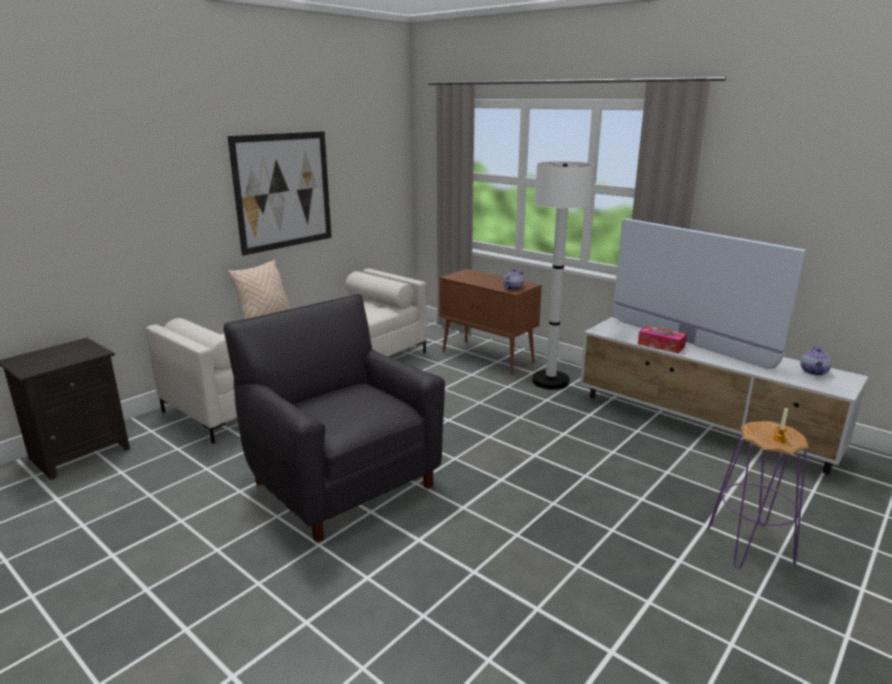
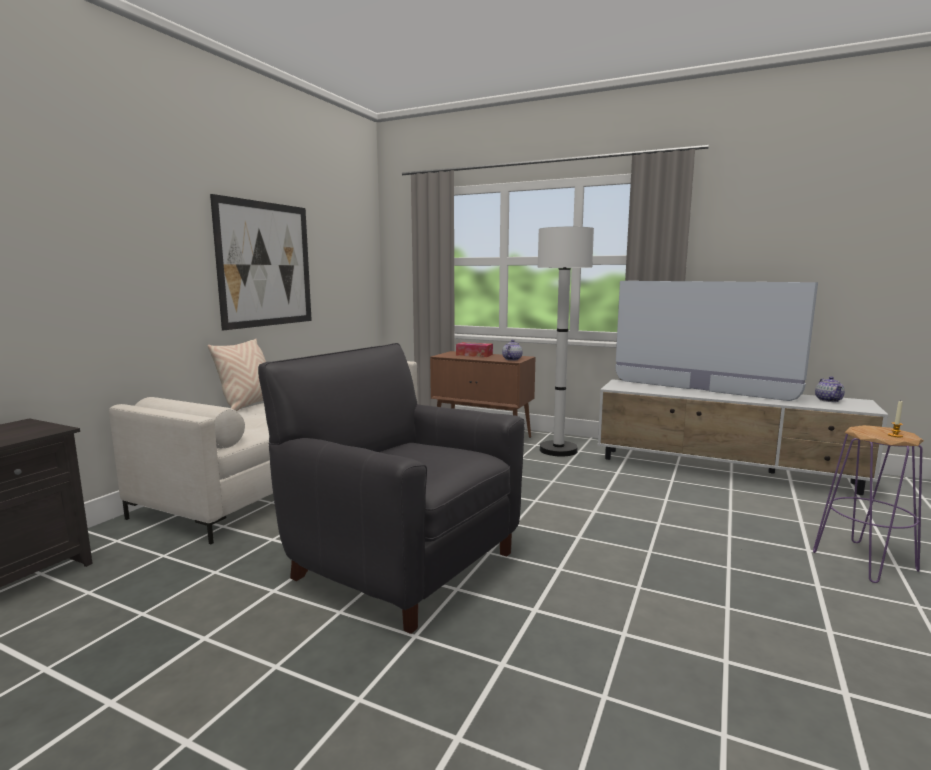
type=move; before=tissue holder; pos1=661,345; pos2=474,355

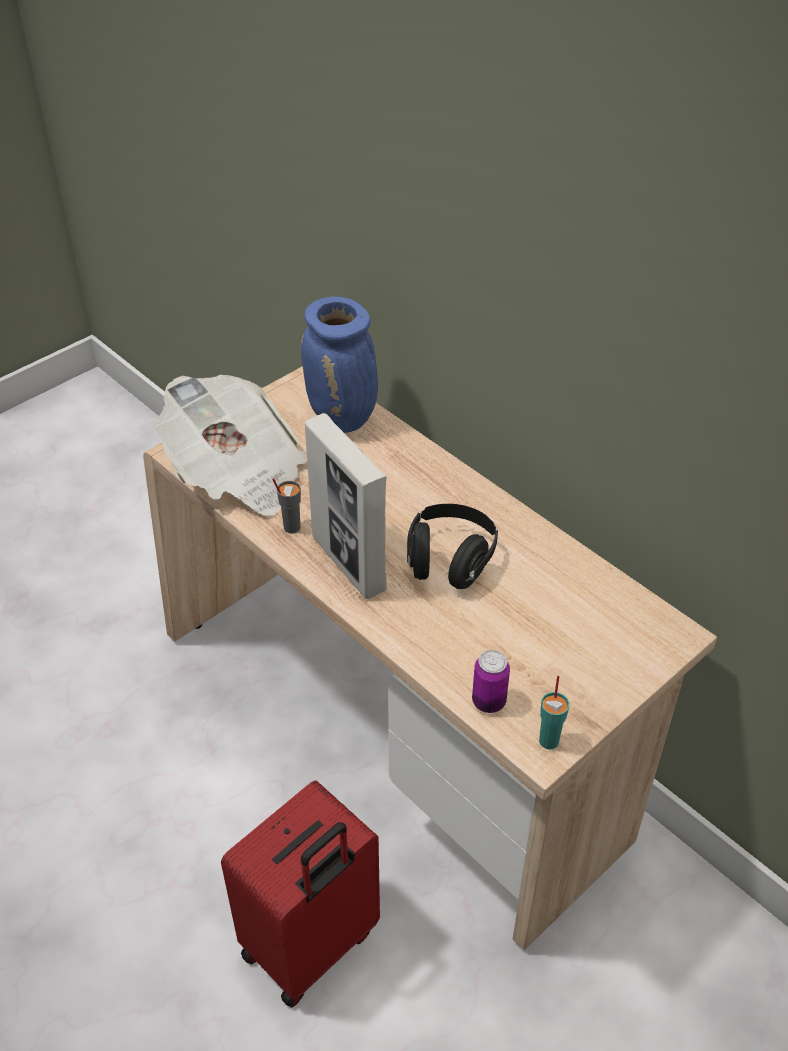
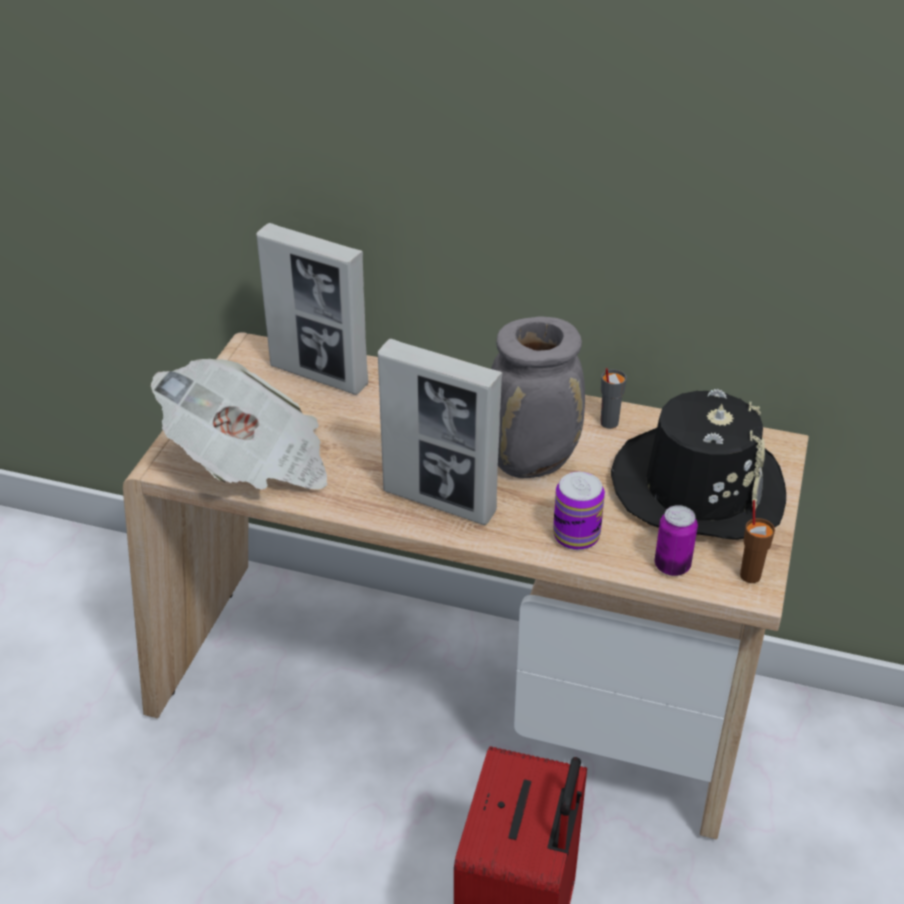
type=move; before=grey drinking cup; pos1=291,527; pos2=608,423
type=replace; before=blue flower vase; after=photo frame; pos1=343,419; pos2=319,375
type=replace; before=black-coloured headphones; after=grey flower vase; pos1=449,561; pos2=532,462
type=recolor; before=turquoise drinking cup; after=brownish drinking cup; pos1=549,740; pos2=750,575
type=insert; after=can; pos2=576,535
type=insert; after=black-coloured wearable hat; pos2=698,487

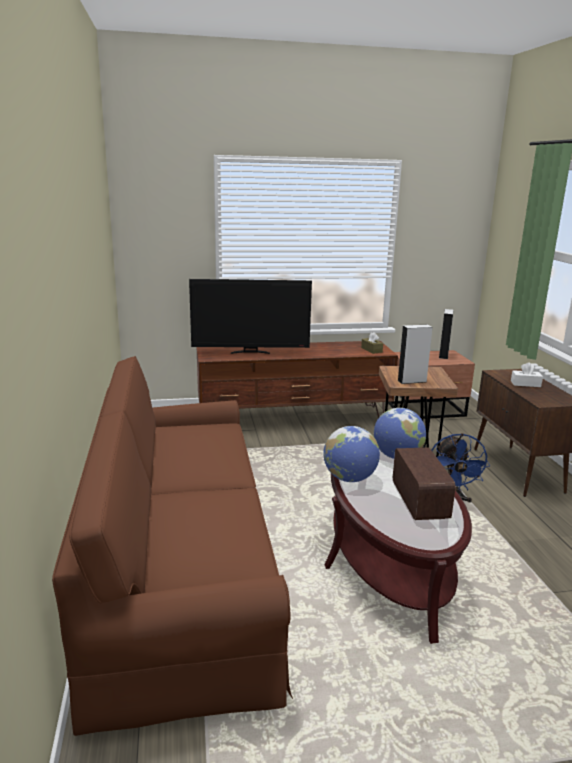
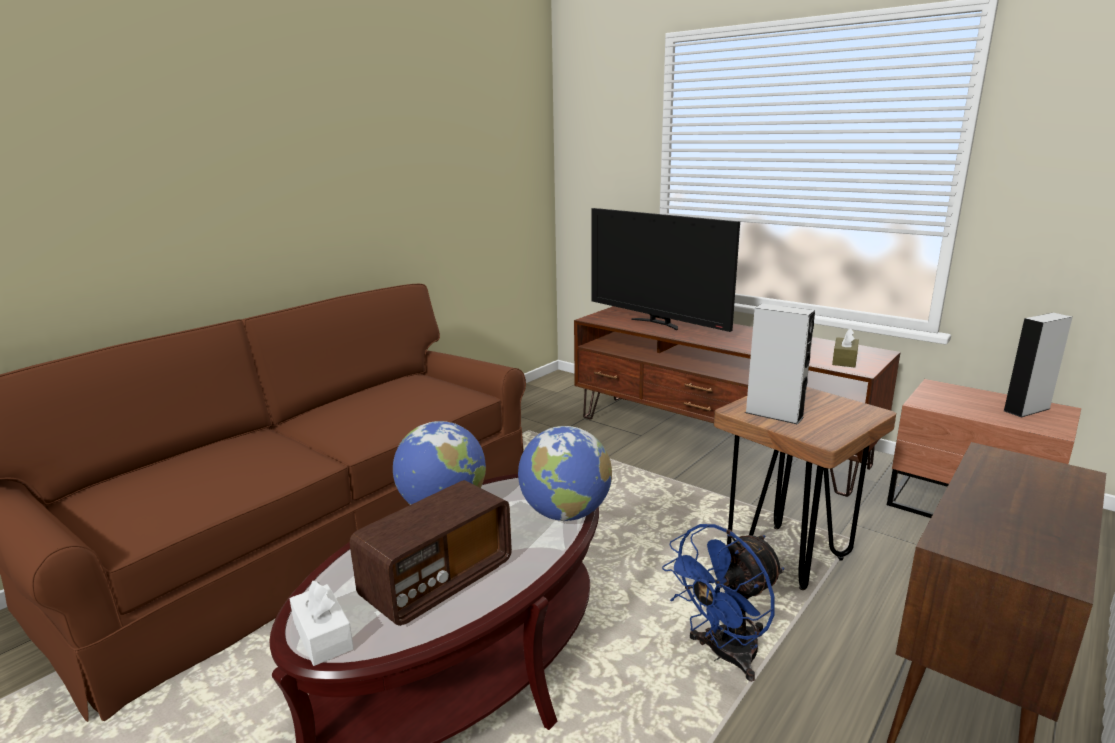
type=move; before=whitish tissue holder; pos1=525,384; pos2=323,636

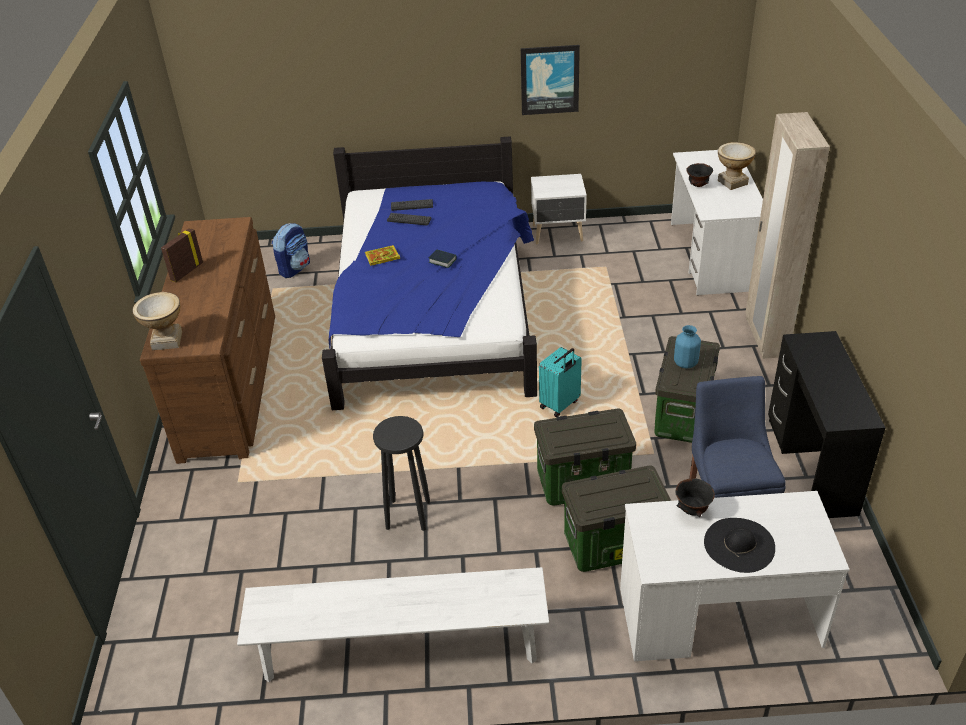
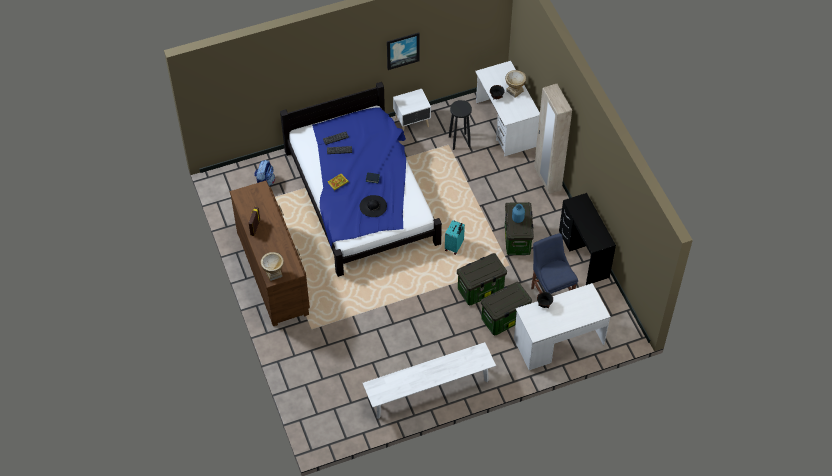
type=move; before=black-coloured stool; pos1=408,514; pos2=459,141
type=move; before=black-coloured wearable hat; pos1=739,544; pos2=373,206

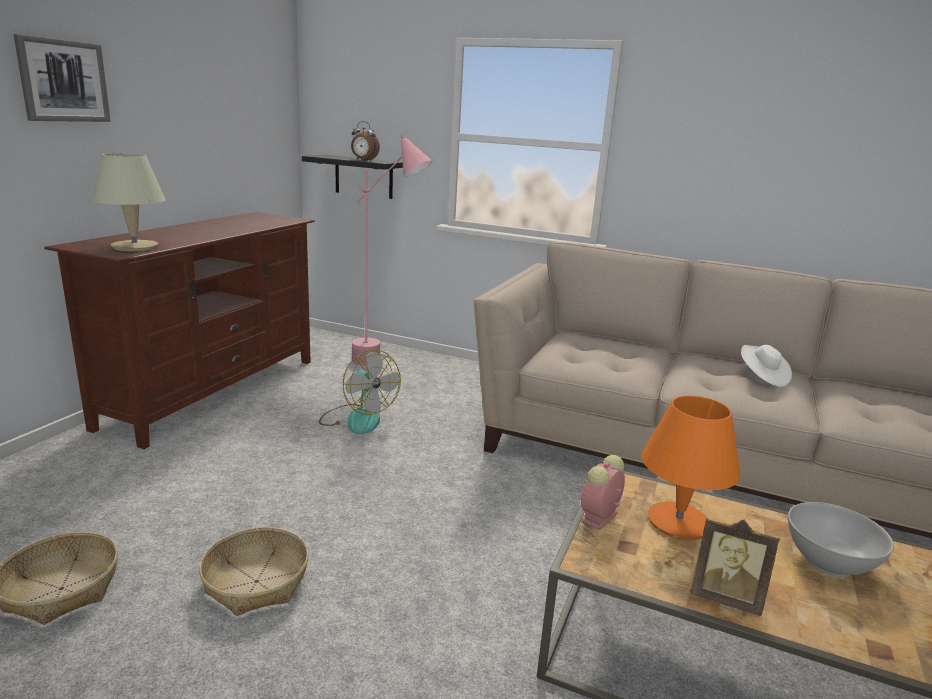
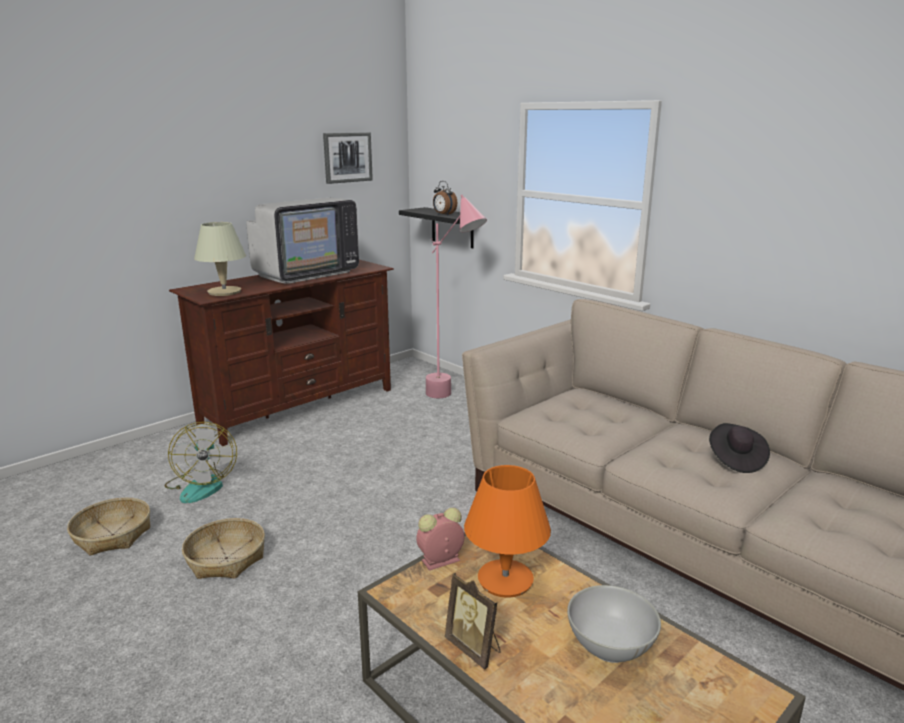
type=move; before=wall art; pos1=63,81; pos2=347,157
type=move; before=electric fan; pos1=357,418; pos2=202,485
type=recolor; before=whitish wearable hat; after=black-coloured wearable hat; pos1=762,377; pos2=735,459
type=insert; after=TV; pos2=306,273

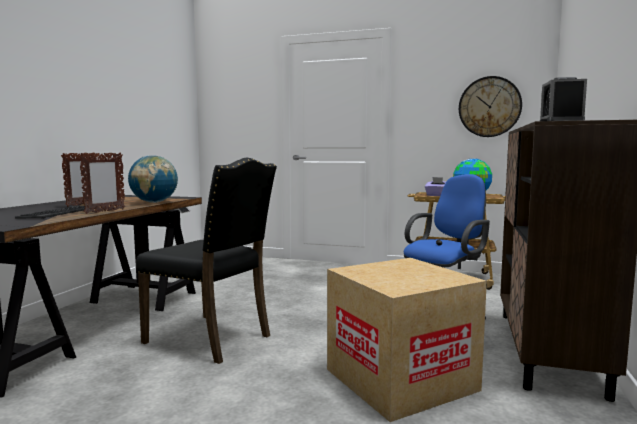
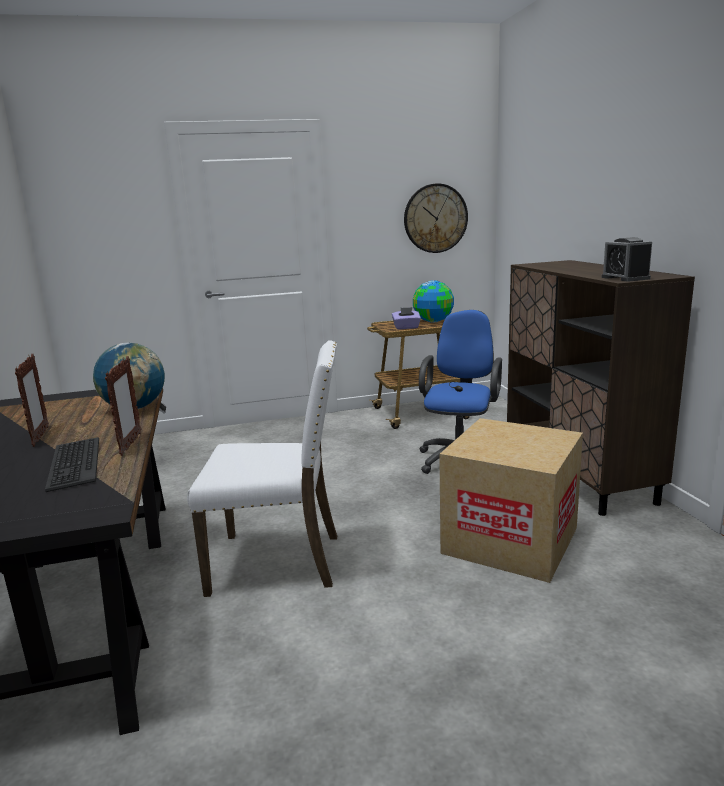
type=recolor; before=black-coloured upright chair; after=whitish upright chair; pos1=211,339; pos2=279,561

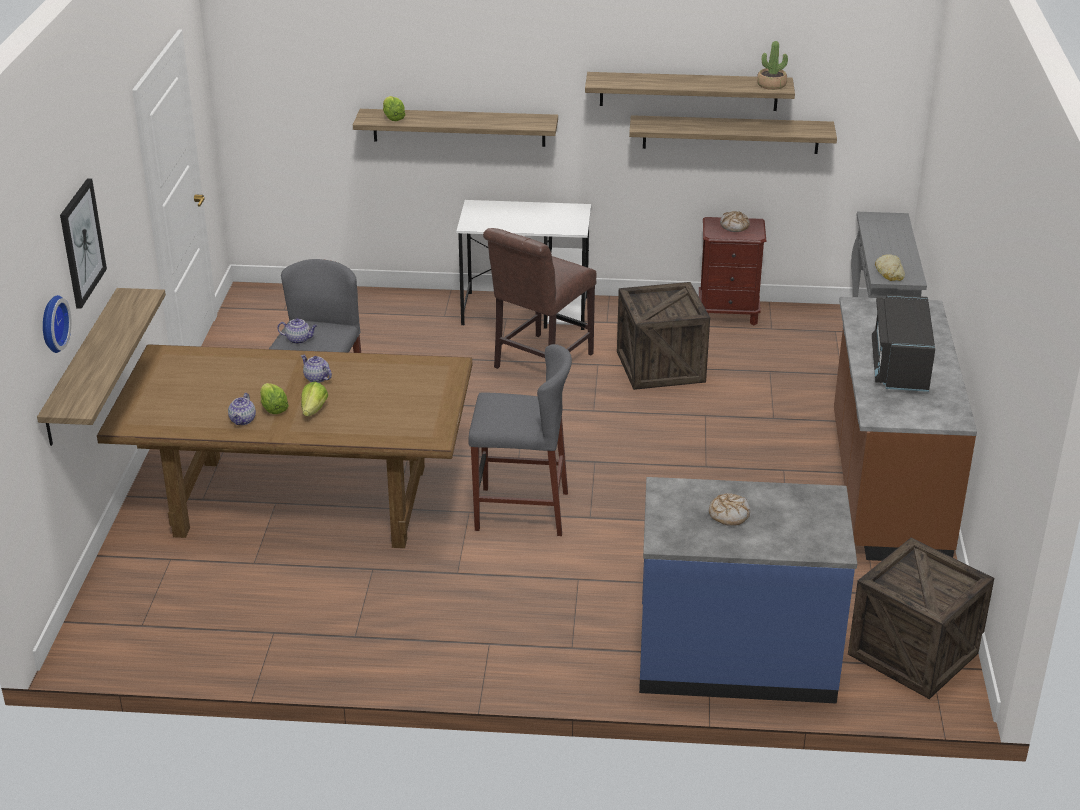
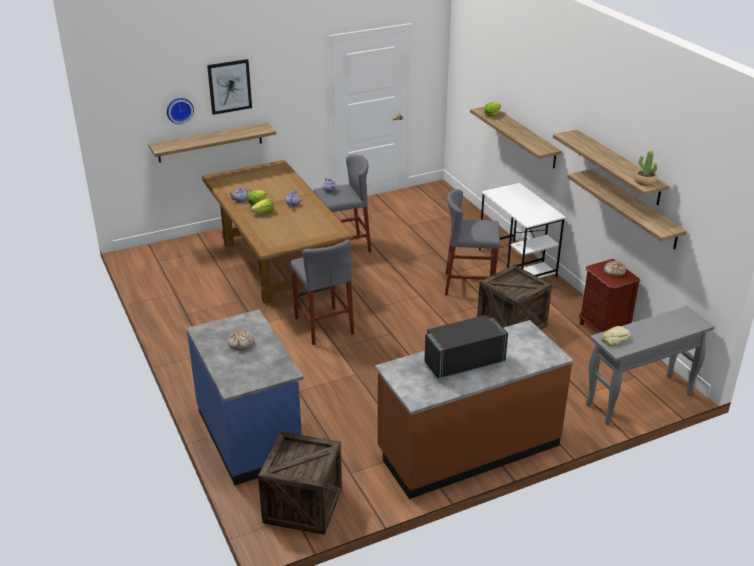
type=replace; before=brownish upright chair; after=grey stool; pos1=539,363; pos2=469,285

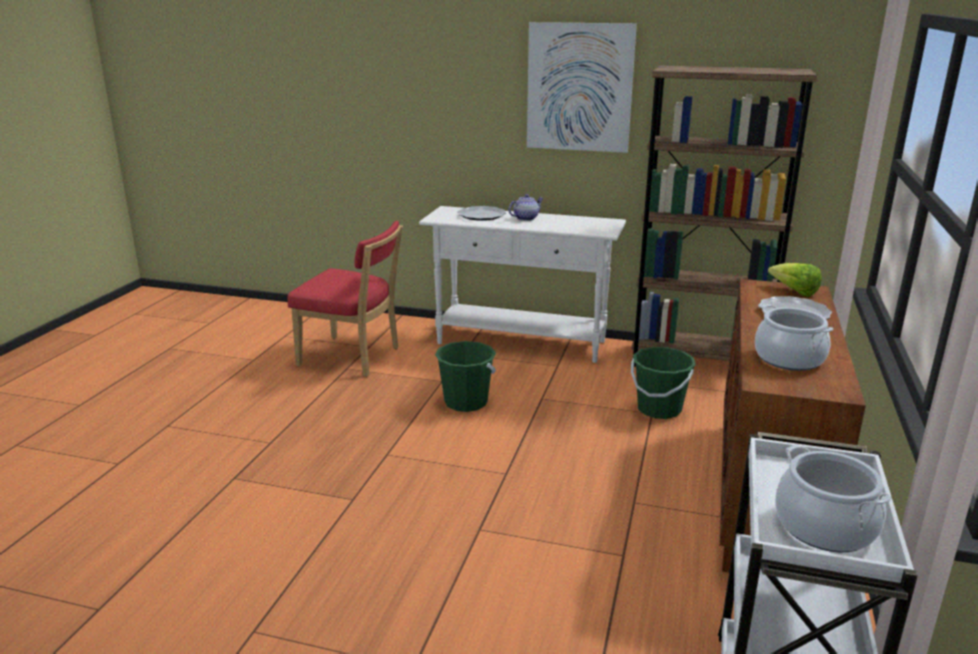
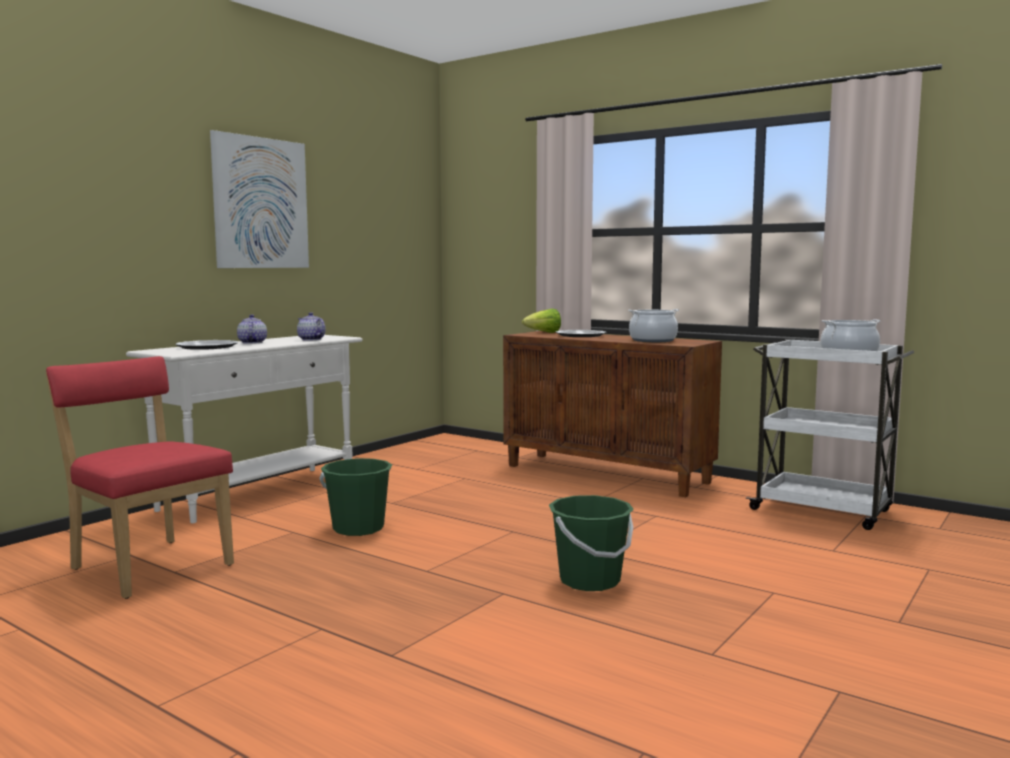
type=rotate; before=reddish upright chair; pos1=353,358; pos2=148,565; turn=-90
type=move; before=green water bucket; pos1=659,409; pos2=589,580
type=delete; before=brownish bookcase; pos1=699,361
type=insert; after=teapot; pos2=311,339

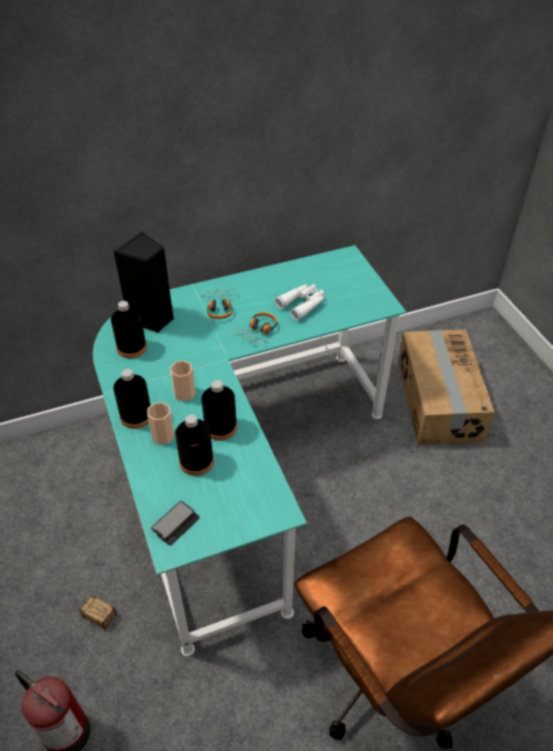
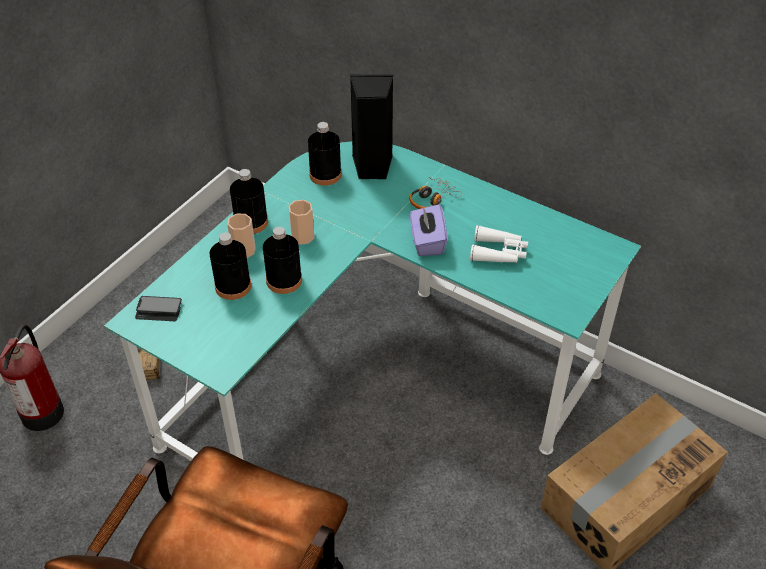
type=replace; before=headphones; after=purple tissue holder; pos1=258,332; pos2=427,242

